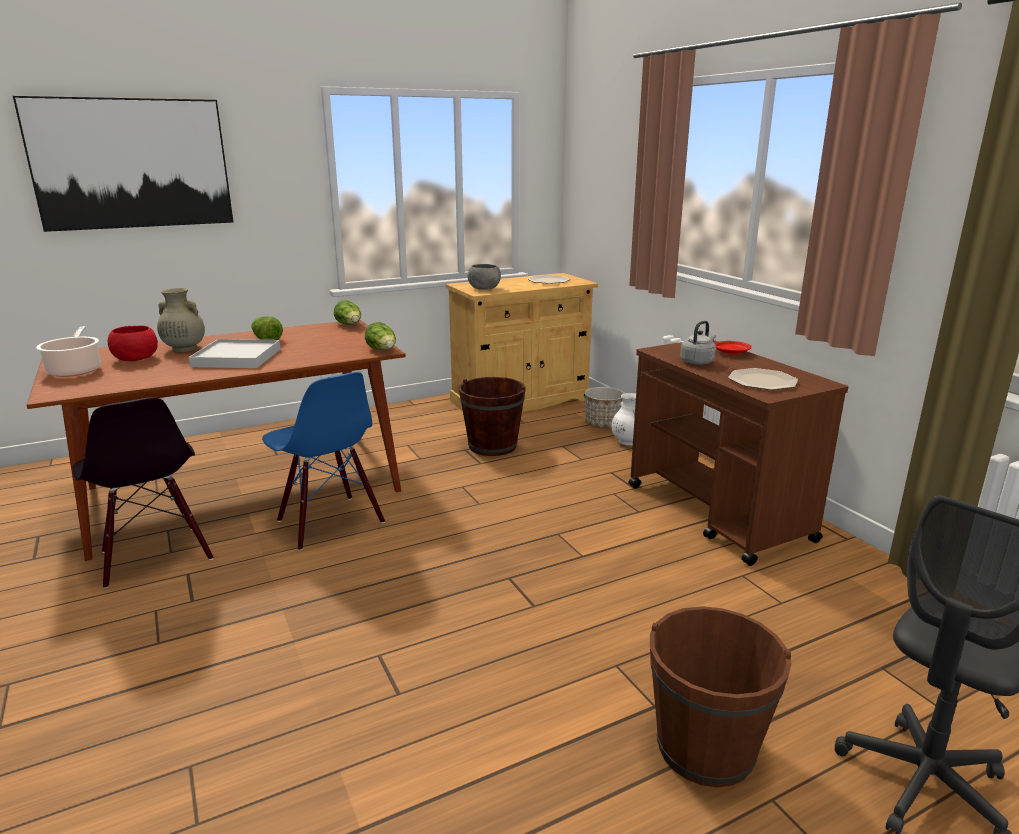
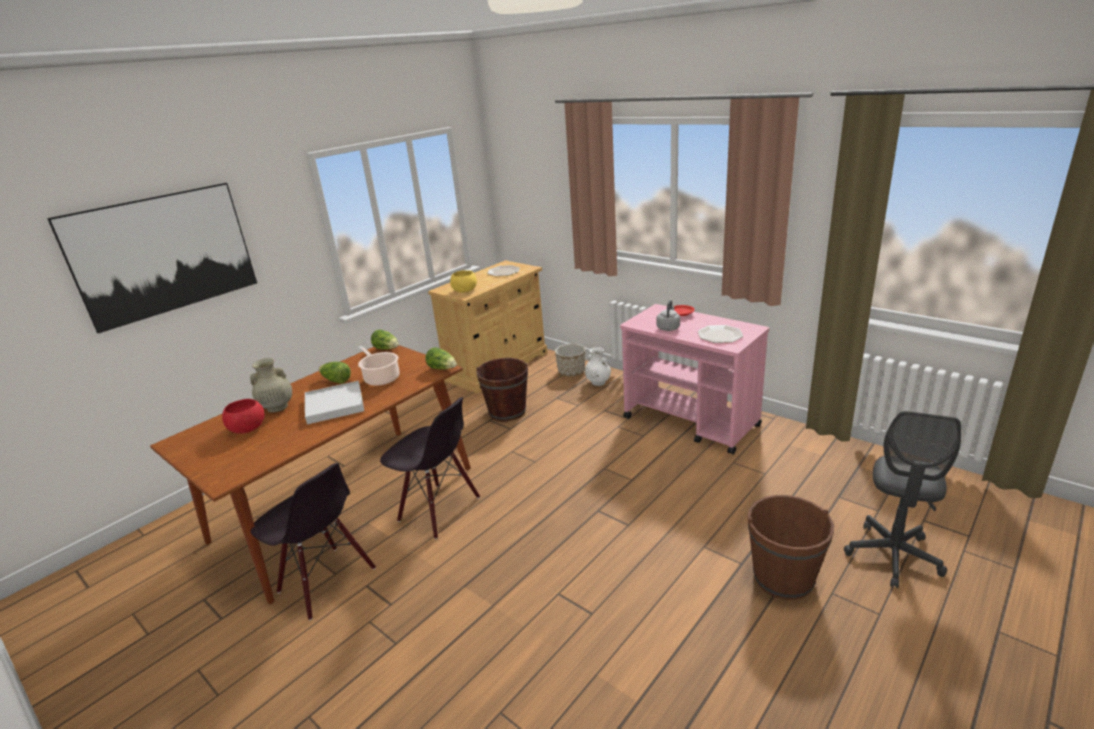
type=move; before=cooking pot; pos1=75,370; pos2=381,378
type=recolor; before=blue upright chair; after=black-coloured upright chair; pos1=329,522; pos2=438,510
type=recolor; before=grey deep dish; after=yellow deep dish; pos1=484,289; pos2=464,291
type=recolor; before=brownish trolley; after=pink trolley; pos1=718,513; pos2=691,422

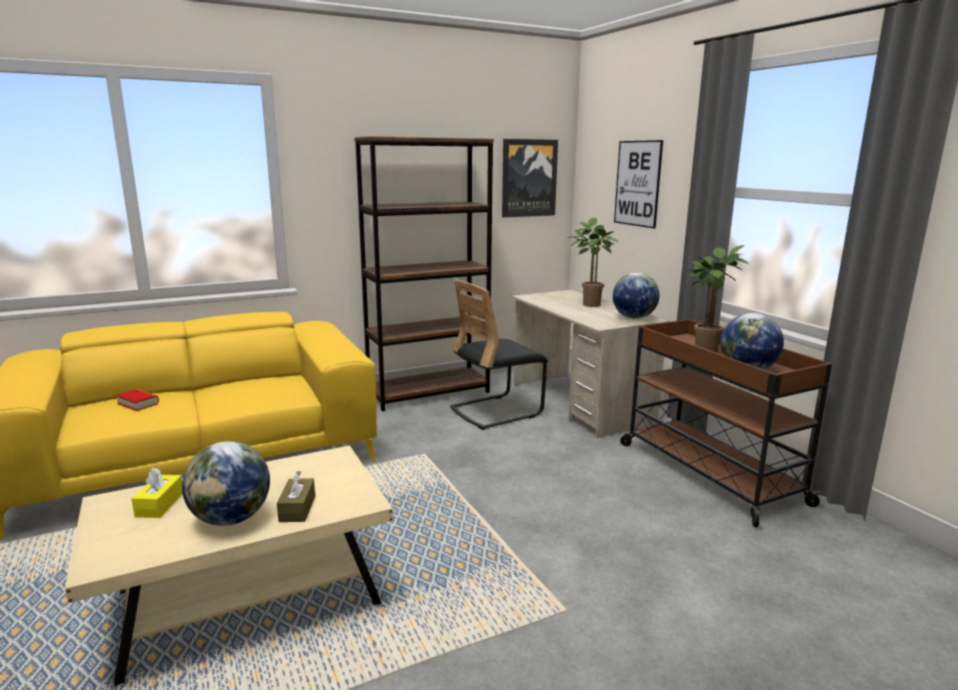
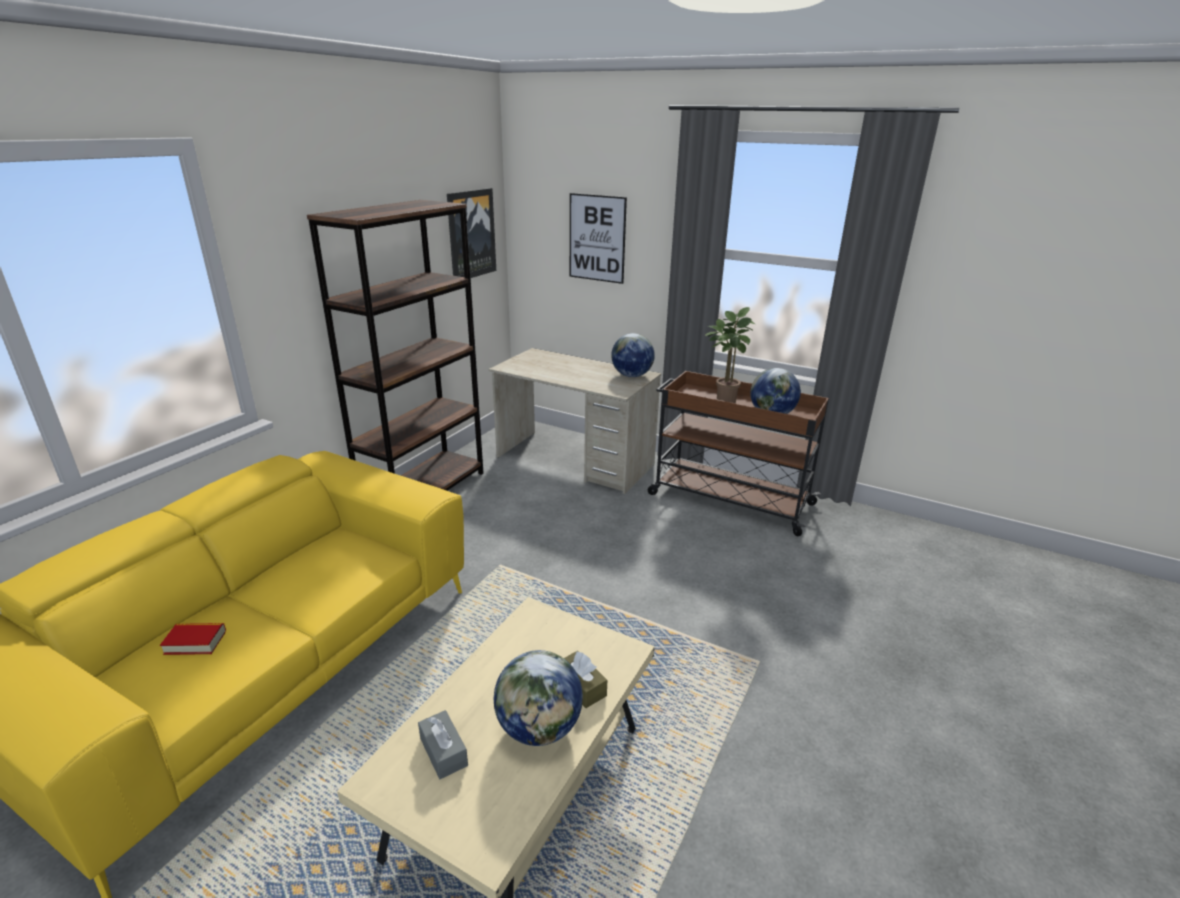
type=recolor; before=yellow tissue holder; after=grey tissue holder; pos1=160,504; pos2=443,752
type=delete; before=black-coloured upright chair; pos1=496,411
type=delete; before=potted plant; pos1=588,304

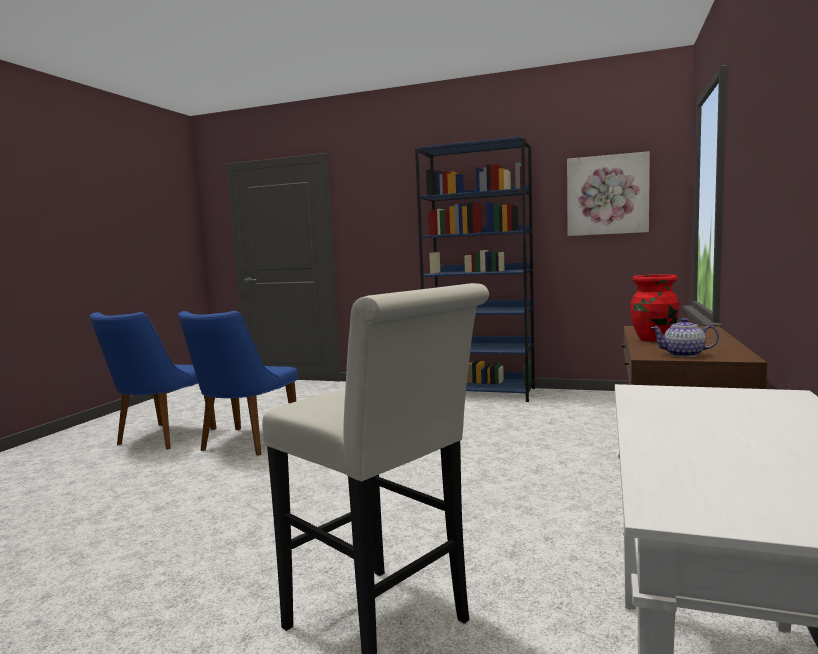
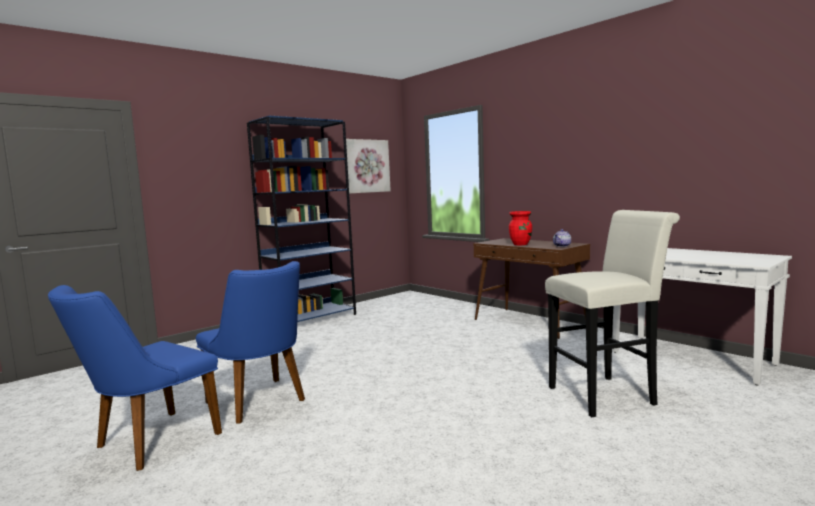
type=rotate; before=blue upright chair; pos1=159,439; pos2=147,444; turn=75

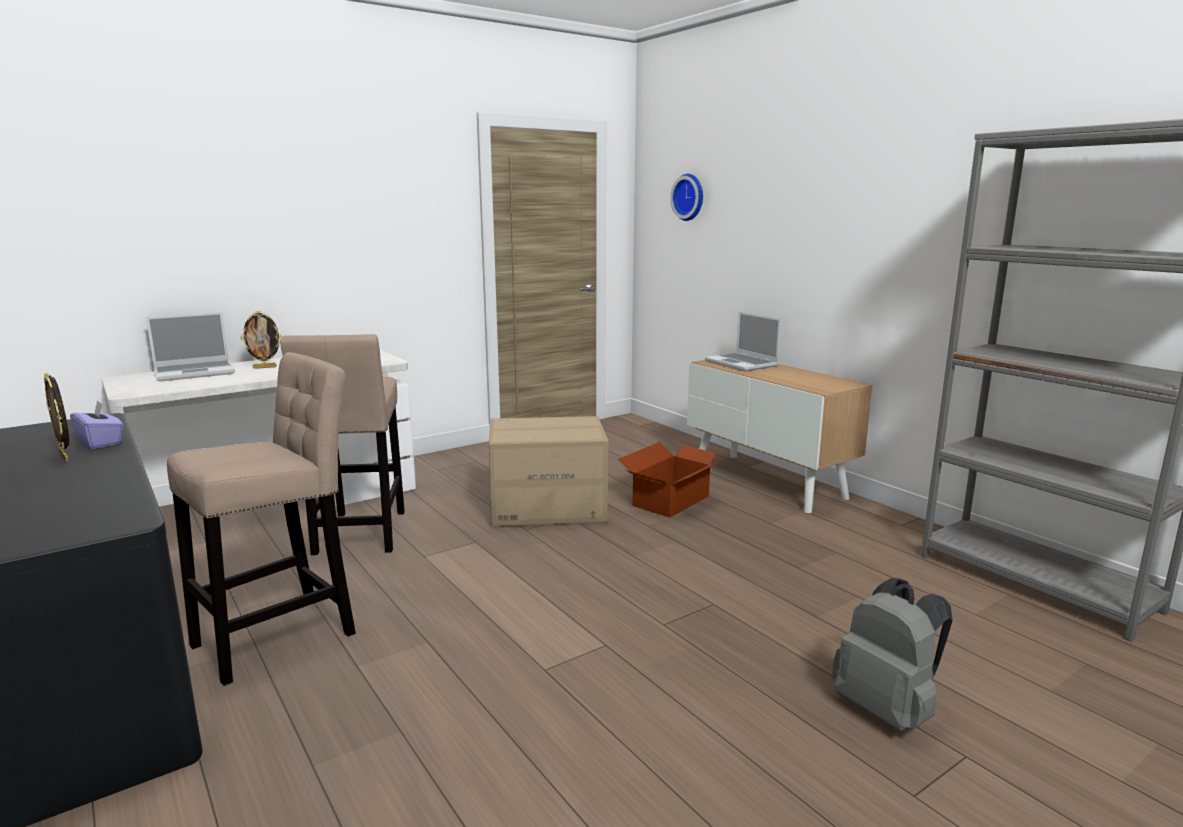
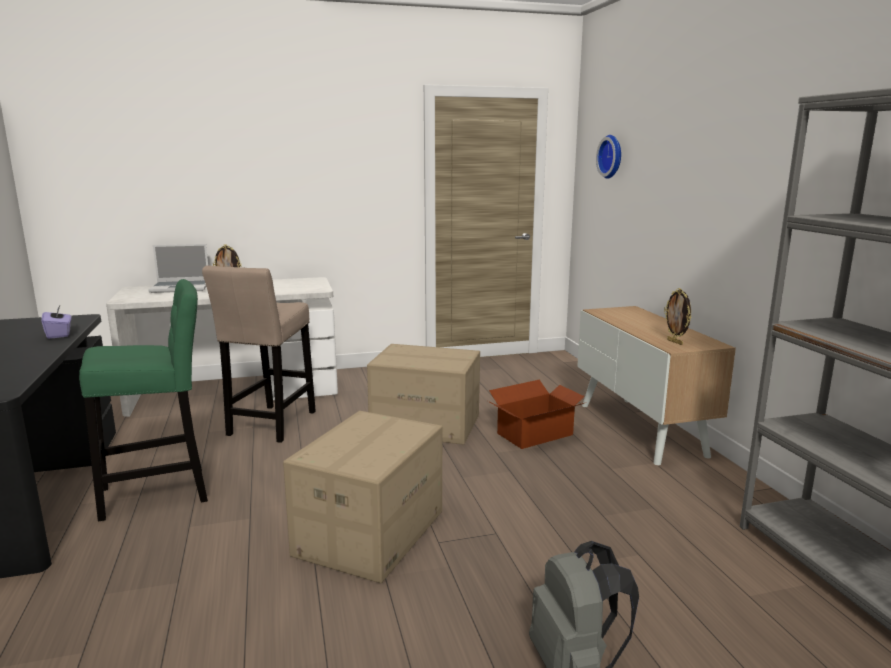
type=move; before=photo frame; pos1=66,458; pos2=675,342
type=recolor; before=beige stool; after=green stool; pos1=283,635; pos2=161,492
type=delete; before=laptop; pos1=742,364
type=insert; after=cardboard box; pos2=369,532

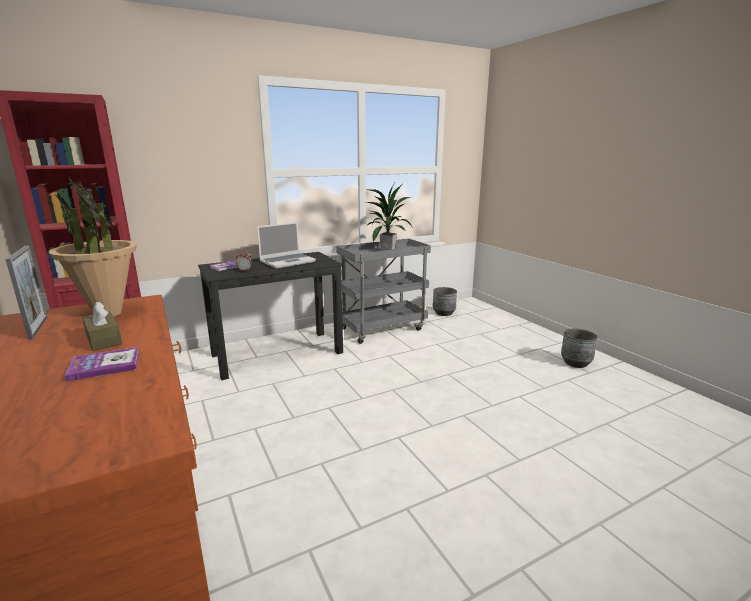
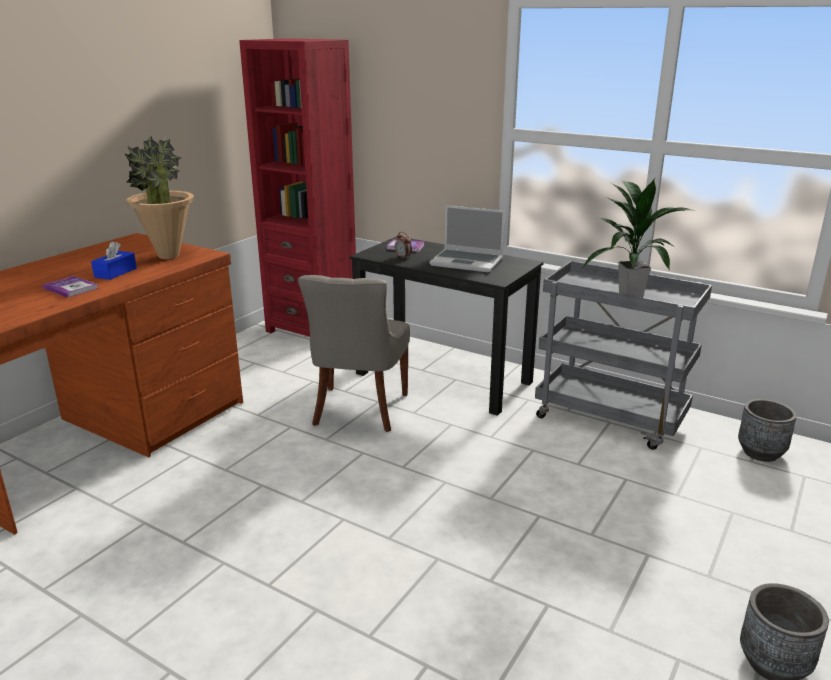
type=delete; before=photo frame; pos1=38,327
type=recolor; before=brownish tissue holder; after=blue tissue holder; pos1=103,339; pos2=115,272
type=insert; after=grey upright chair; pos2=359,410

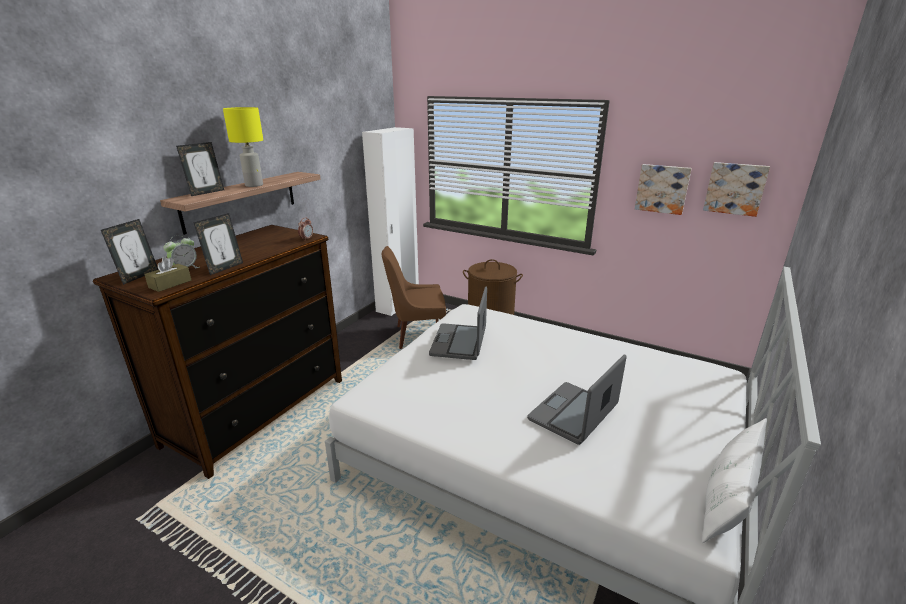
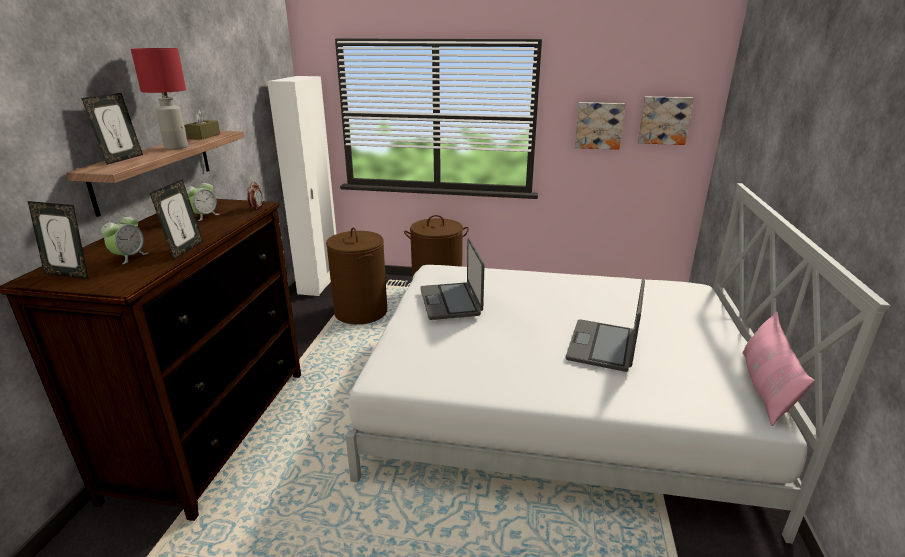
type=rotate; before=photo frame; pos1=139,276; pos2=69,274; turn=105
type=move; before=brownish tissue holder; pos1=170,284; pos2=204,136
type=recolor; before=yellow lamp for a table; after=reddish lamp for a table; pos1=253,185; pos2=175,147
type=replace; before=brownish upright chair; after=brownish washing basket; pos1=417,336; pos2=360,312
type=recolor; before=whitish throw pillow; after=pink throw pillow; pos1=726,499; pos2=765,387
type=insert; after=table clock; pos2=204,216

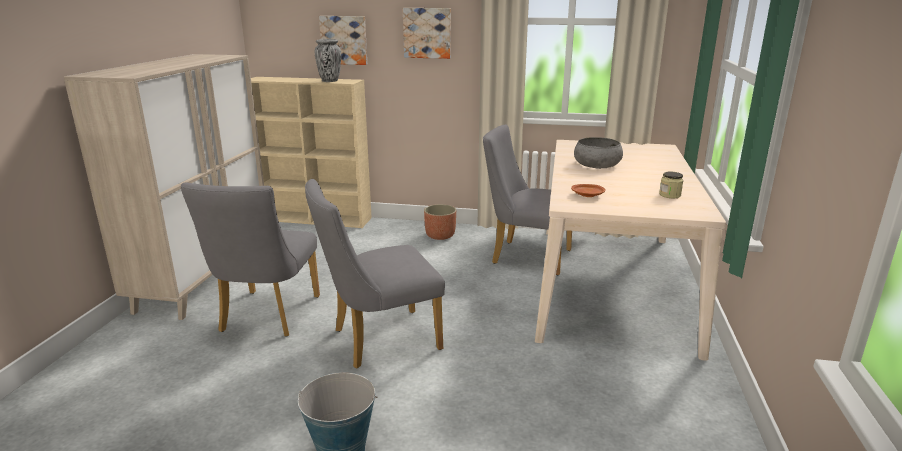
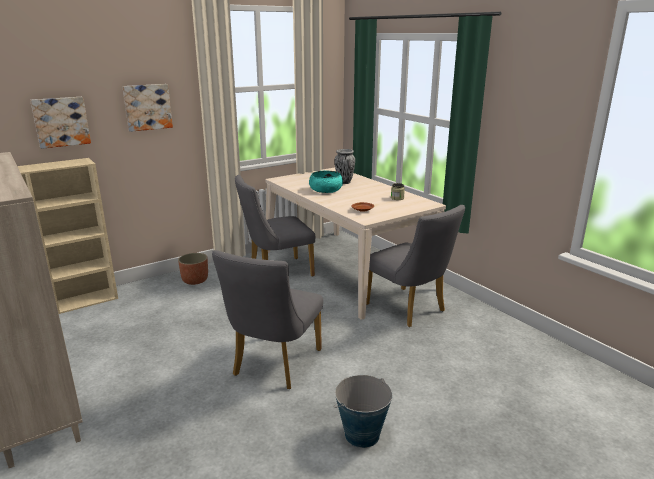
type=move; before=grey upright chair; pos1=266,317; pos2=409,309
type=move; before=flower vase; pos1=329,81; pos2=344,182
type=recolor; before=grey deep dish; after=turquoise deep dish; pos1=597,164; pos2=326,190

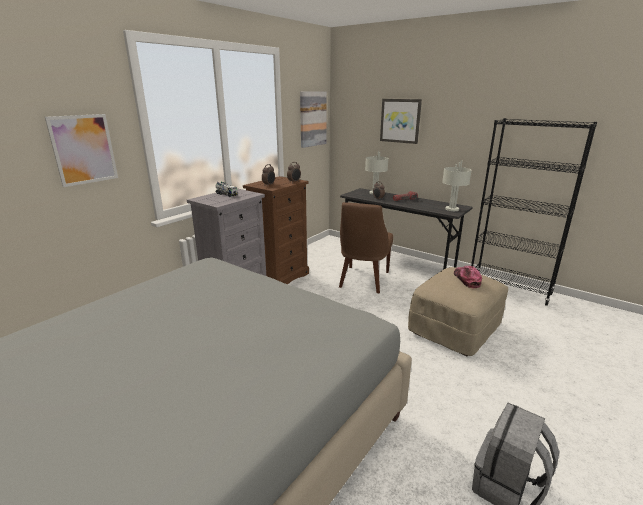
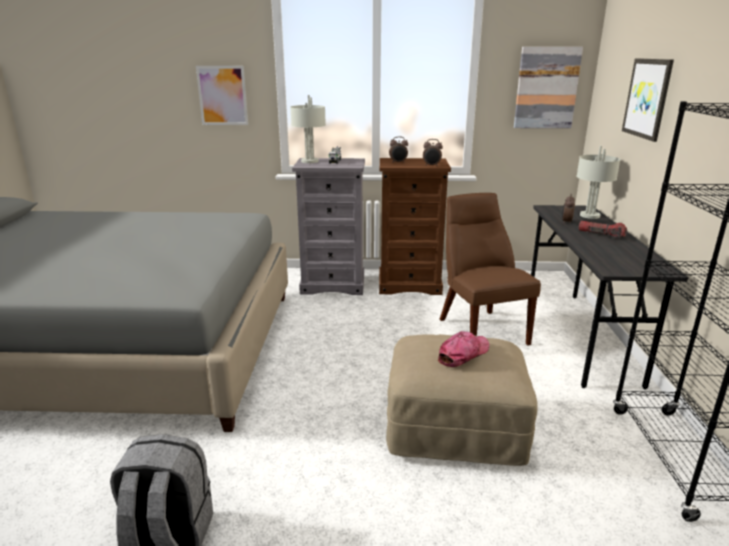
type=rotate; before=brownish upright chair; pos1=363,280; pos2=480,329; turn=90
type=move; before=grey lamp for a table; pos1=452,209; pos2=309,161

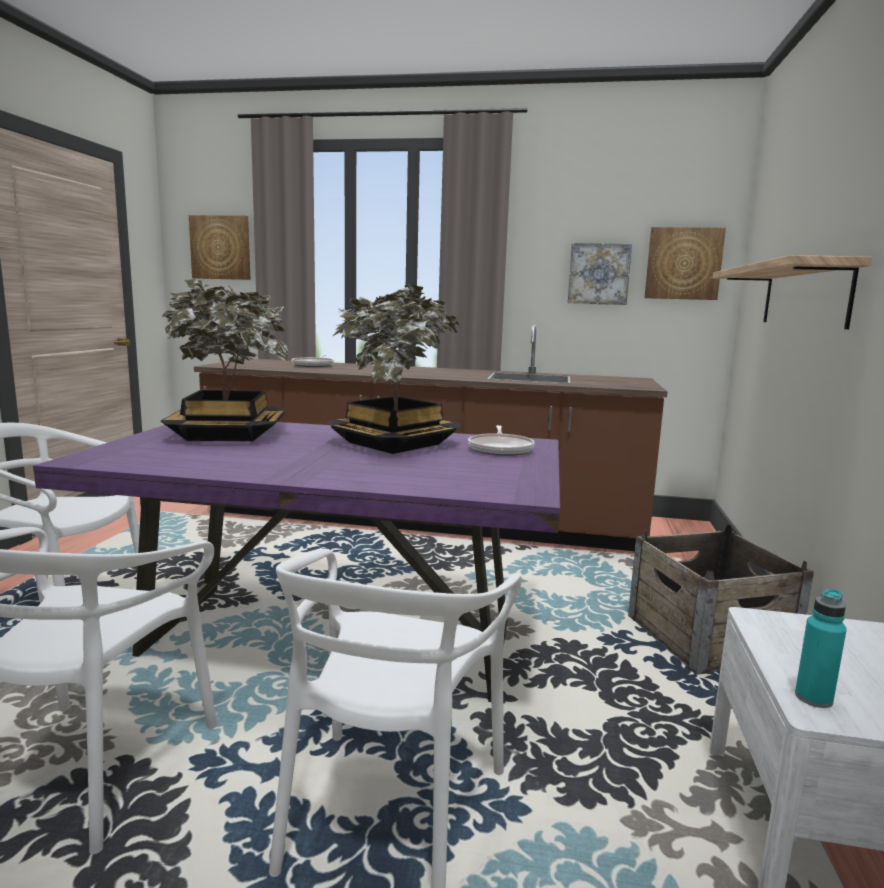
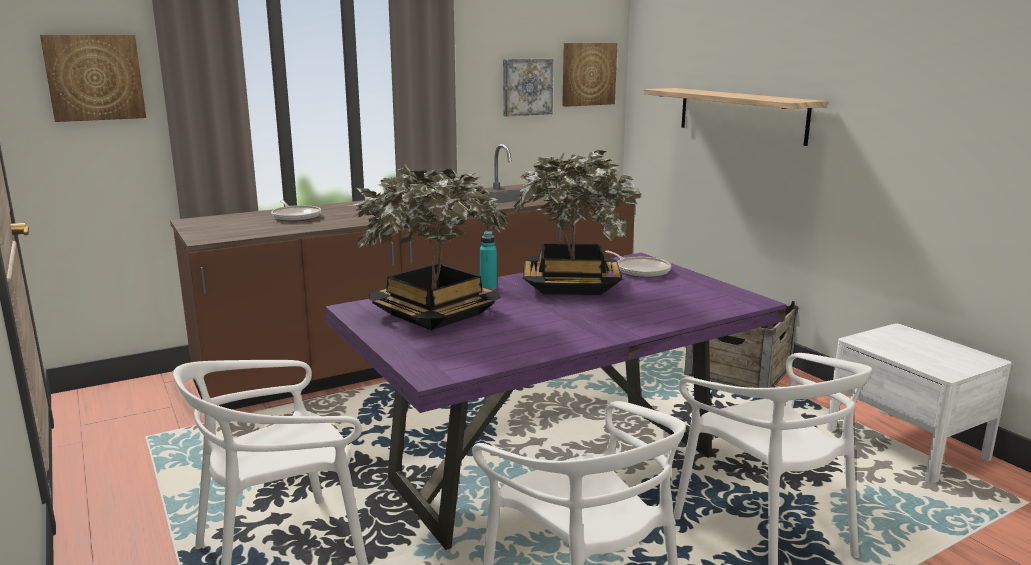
type=move; before=turquoise beverage bottle; pos1=813,698; pos2=488,288

